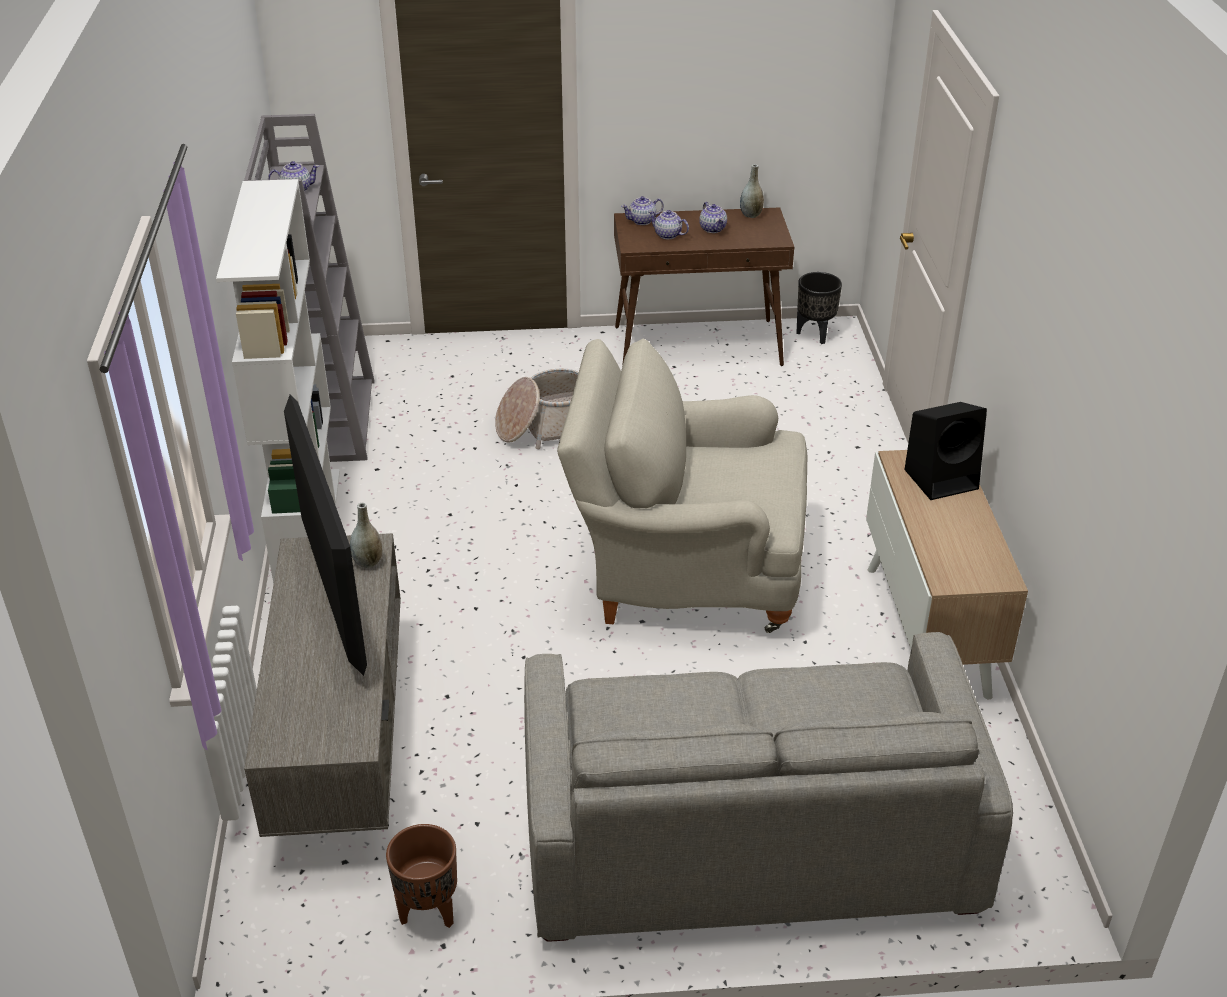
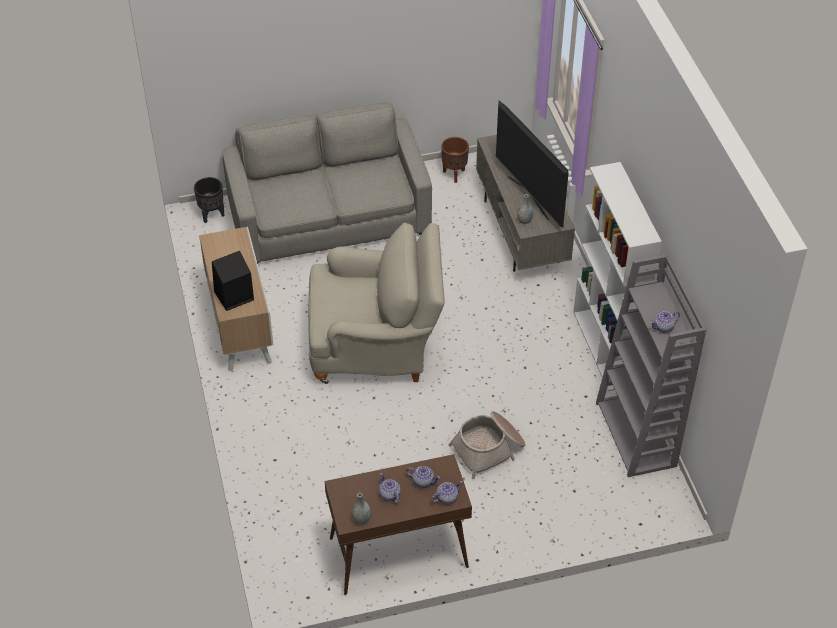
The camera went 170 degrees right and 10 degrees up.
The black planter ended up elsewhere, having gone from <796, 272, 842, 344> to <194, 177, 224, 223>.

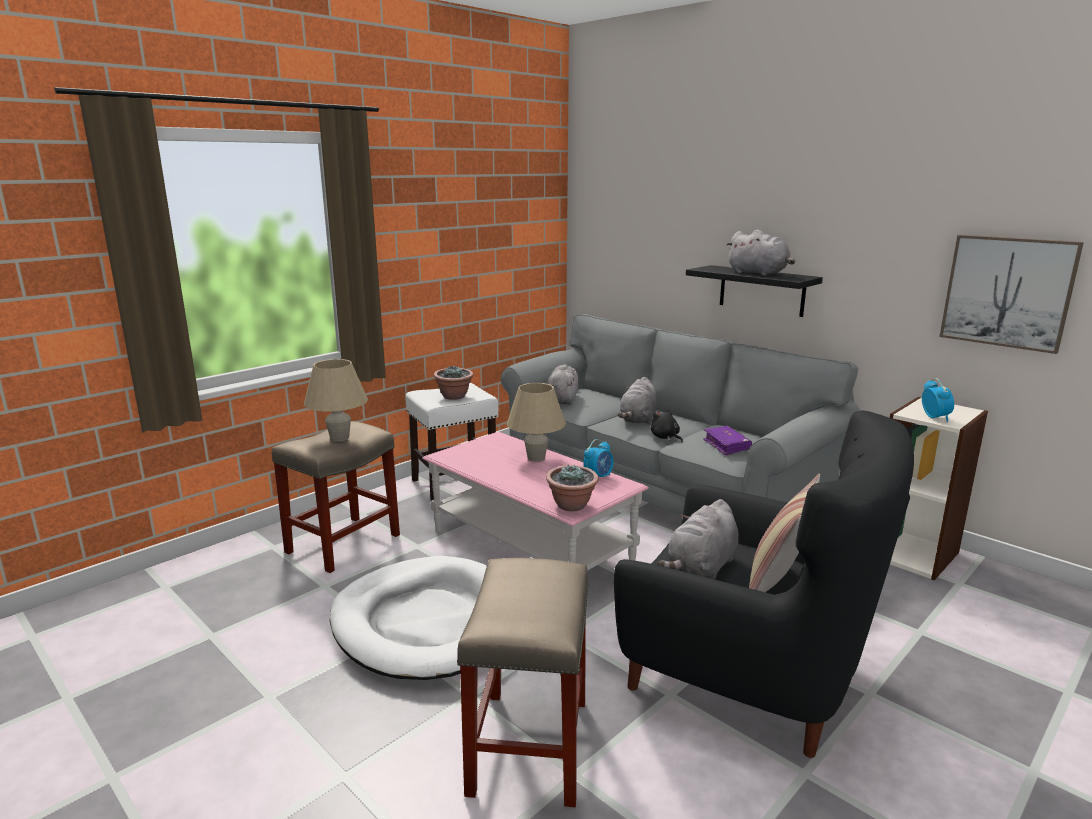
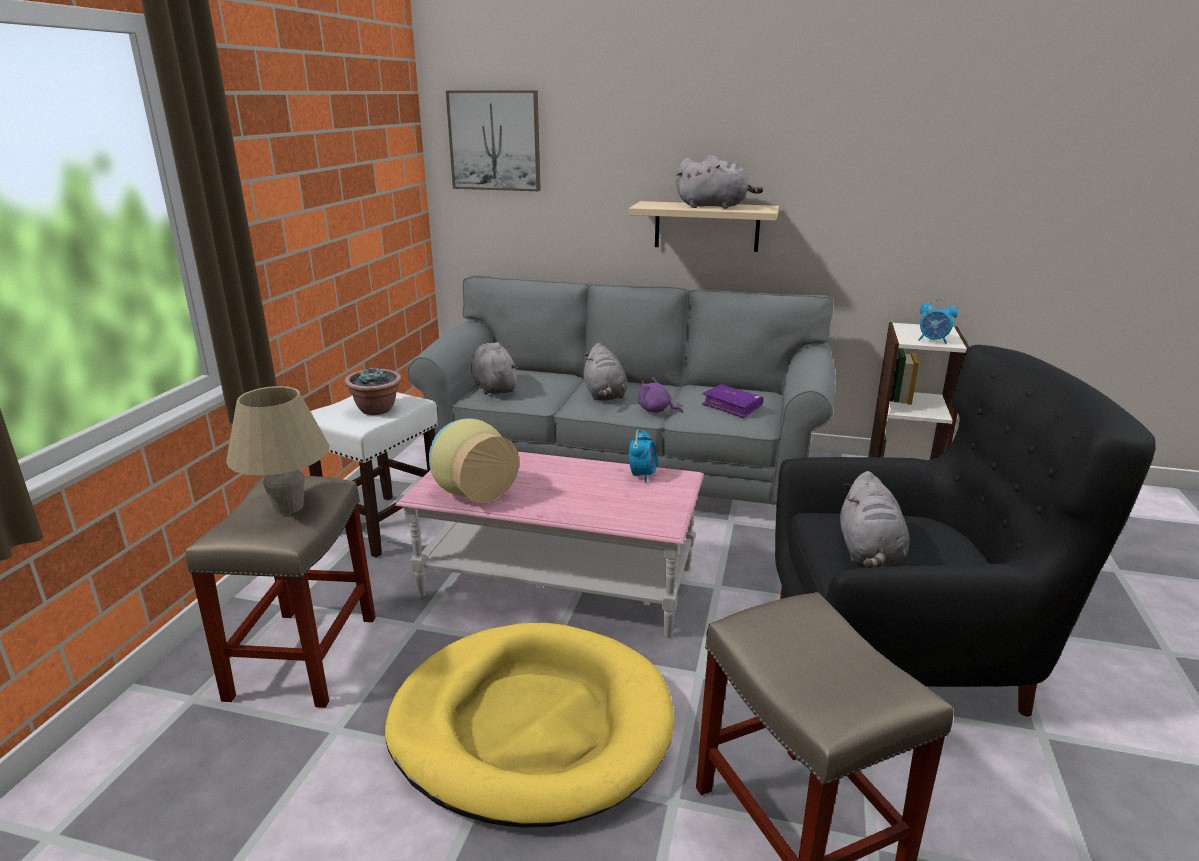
The camera went 30 degrees left and 5 degrees up.
The second view lost the beige table lamp at <507, 383, 566, 462>.
The second view lost the potted plant at <546, 465, 599, 511>.
The second view lost the pillow at <749, 474, 820, 592>.
The second view gained the vase at <429, 418, 519, 503>.
The picture ended up elsewhere, having gone from <939, 235, 1084, 354> to <446, 90, 541, 191>.
What was the white dog bed at <330, 556, 487, 680> turned into the yellow dog bed at <385, 623, 674, 828>.
What was the black plush toy at <650, 409, 683, 442> turned into the purple plush toy at <638, 377, 683, 414>.
What was the black shelf at <686, 265, 823, 317> turned into the beige shelf at <629, 201, 779, 252>.
The alarm clock at <922, 378, 954, 422> ended up facing another way, 150 degrees clockwise from before.

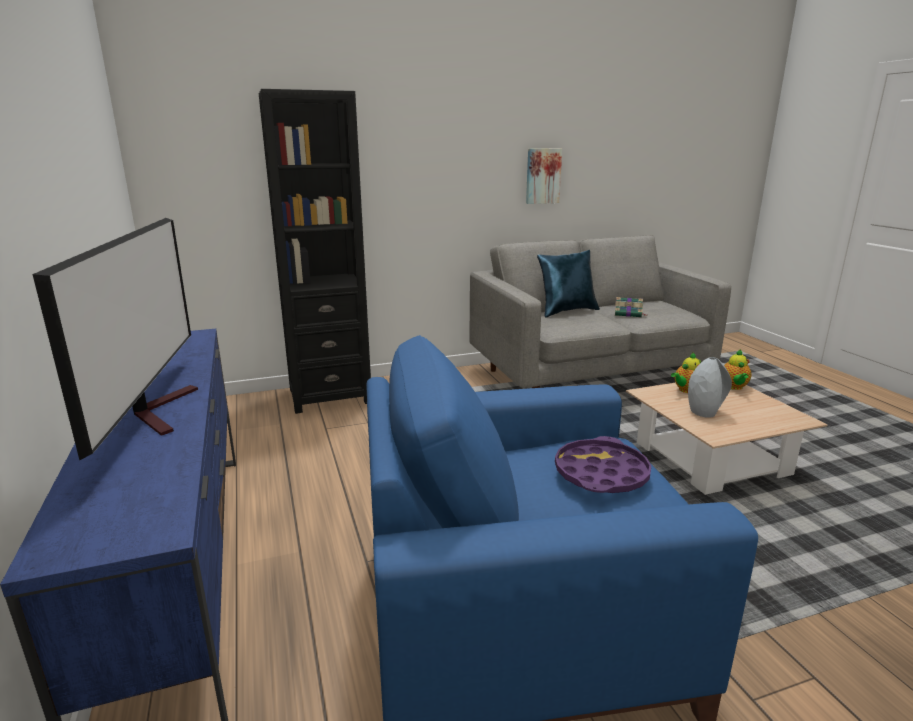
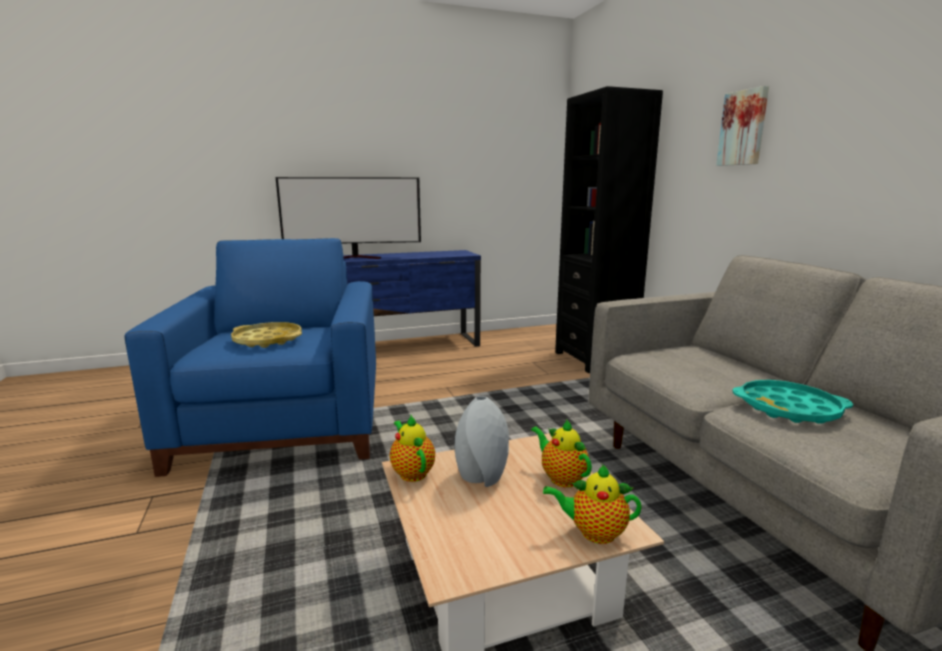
The camera went 90 degrees right and 5 degrees down.
The second view lost the blue pillow at <537, 250, 600, 318>.
The second view gained the teapot at <390, 415, 435, 482>.
The picture ended up elsewhere, having gone from <526, 148, 562, 204> to <716, 86, 769, 166>.
Where the book stood at <615, 297, 647, 318>, the turquoise tray came to stand at <732, 380, 853, 424>.
What was the purple tray at <555, 436, 651, 493> turned into the yellow tray at <231, 322, 302, 348>.

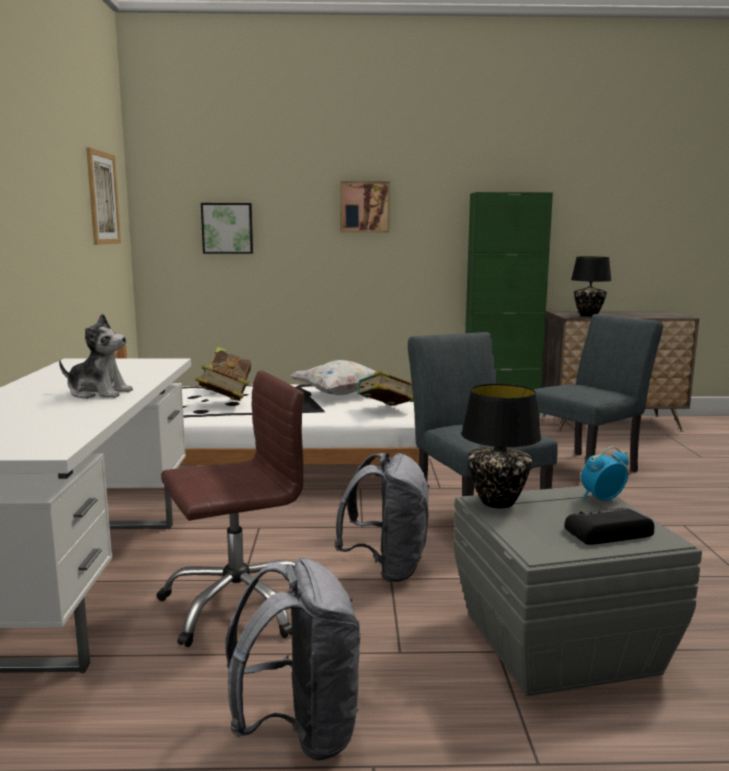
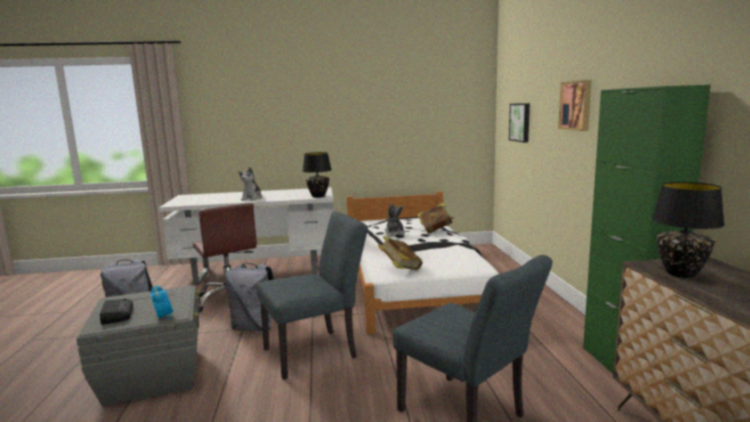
The camera went 85 degrees right and 0 degrees up.
The second view lost the picture at <86, 148, 121, 245>.
The second view lost the white pillow at <290, 360, 376, 395>.
The black table lamp ended up elsewhere, having gone from <461, 384, 541, 509> to <302, 152, 332, 198>.
Where the book stood at <195, 364, 249, 401>, the plush toy came to stand at <385, 203, 405, 237>.

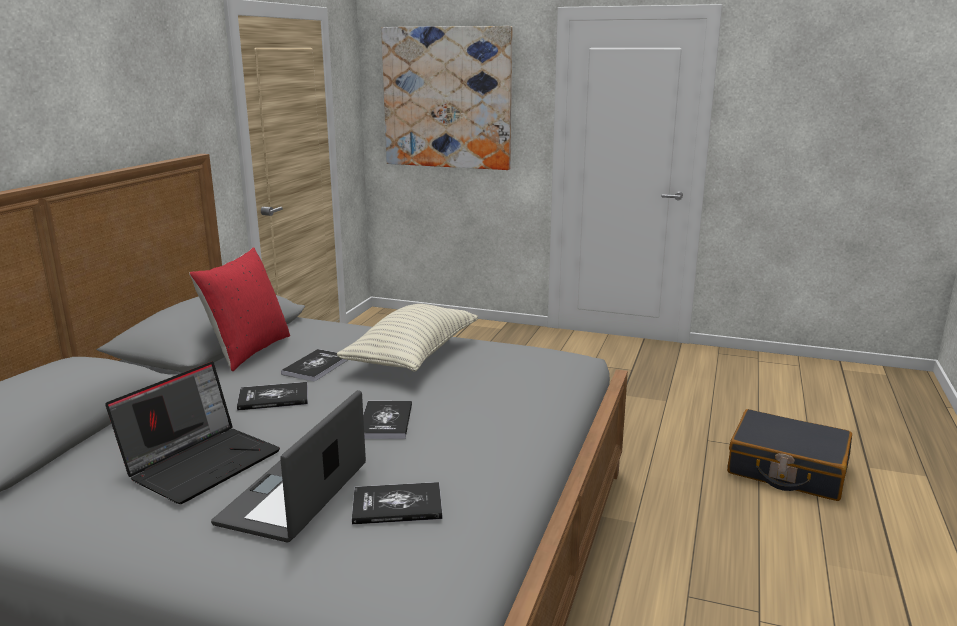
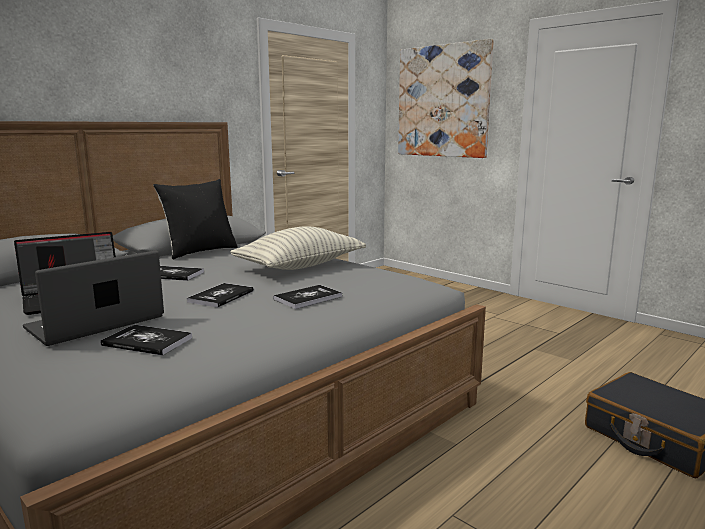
The camera went 25 degrees right and 5 degrees down.
The book ended up elsewhere, having gone from <281, 349, 348, 382> to <273, 285, 342, 309>.
What was the red pillow at <189, 247, 290, 371> turned into the black pillow at <153, 179, 238, 259>.

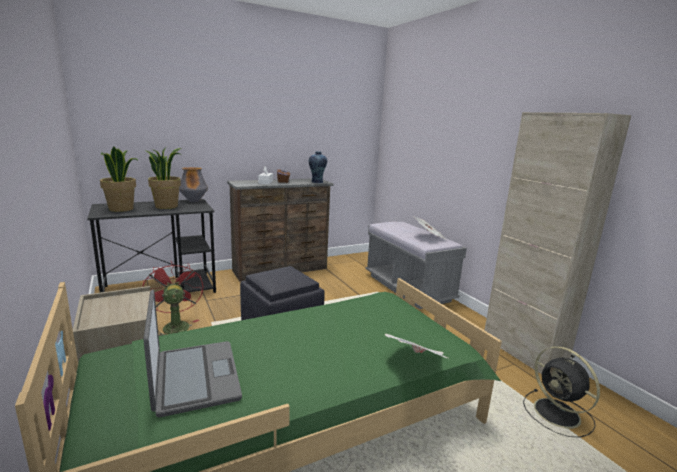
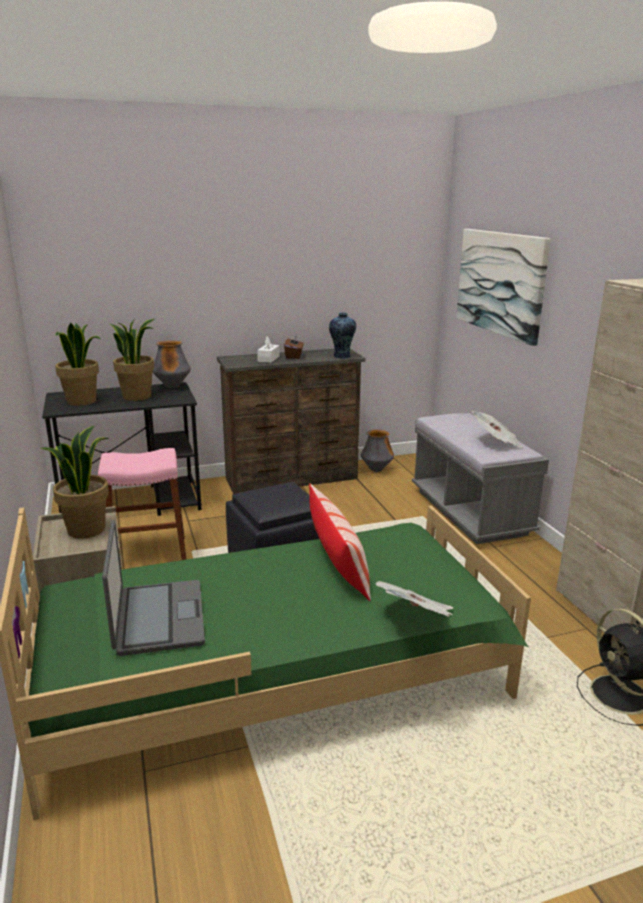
The camera went 10 degrees right and 5 degrees up.
The second view gained the potted plant at <40, 426, 109, 539>.
The second view gained the pillow at <309, 483, 371, 601>.
The second view gained the vase at <361, 429, 394, 472>.
The second view gained the picture at <456, 229, 551, 346>.
Where the red fan stood at <142, 262, 203, 336>, the pink stool came to stand at <98, 448, 186, 560>.

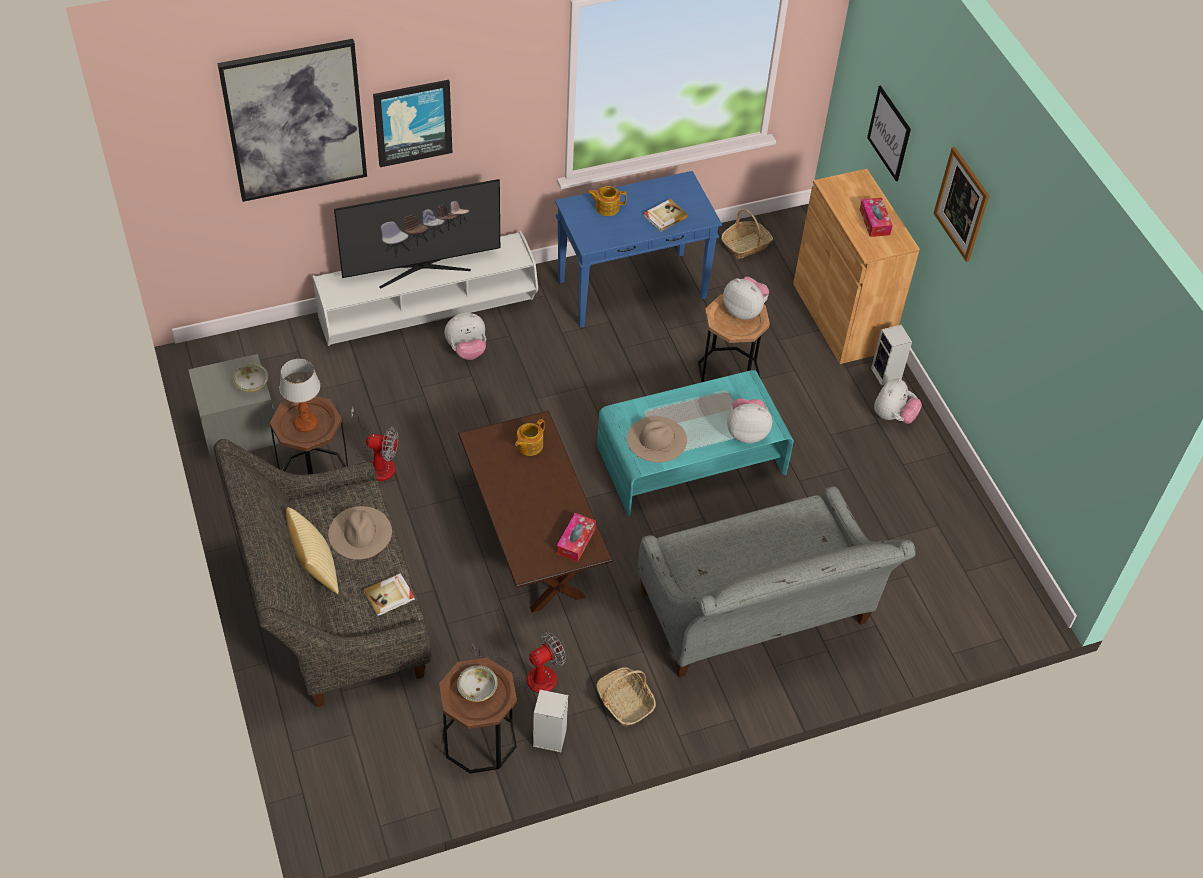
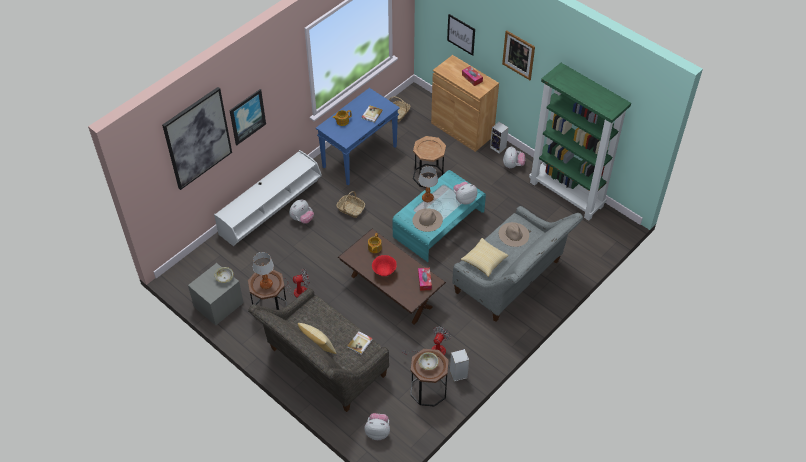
The camera went 25 degrees left and 0 degrees up.
The second view lost the television at <334, 179, 500, 289>.
The second view gained the red bowl at <372, 255, 397, 276>.
The second view gained the table lamp at <418, 166, 438, 202>.
The second view gained the pillow at <461, 238, 509, 277>.
The second view gained the green bookcase at <529, 63, 631, 221>.
The beige hat ended up elsewhere, having gone from <328, 506, 392, 560> to <499, 222, 529, 247>.
The basket ended up elsewhere, having gone from <596, 667, 656, 727> to <336, 191, 365, 218>.
The plush toy ended up elsewhere, having gone from <723, 277, 769, 320> to <364, 413, 390, 440>.

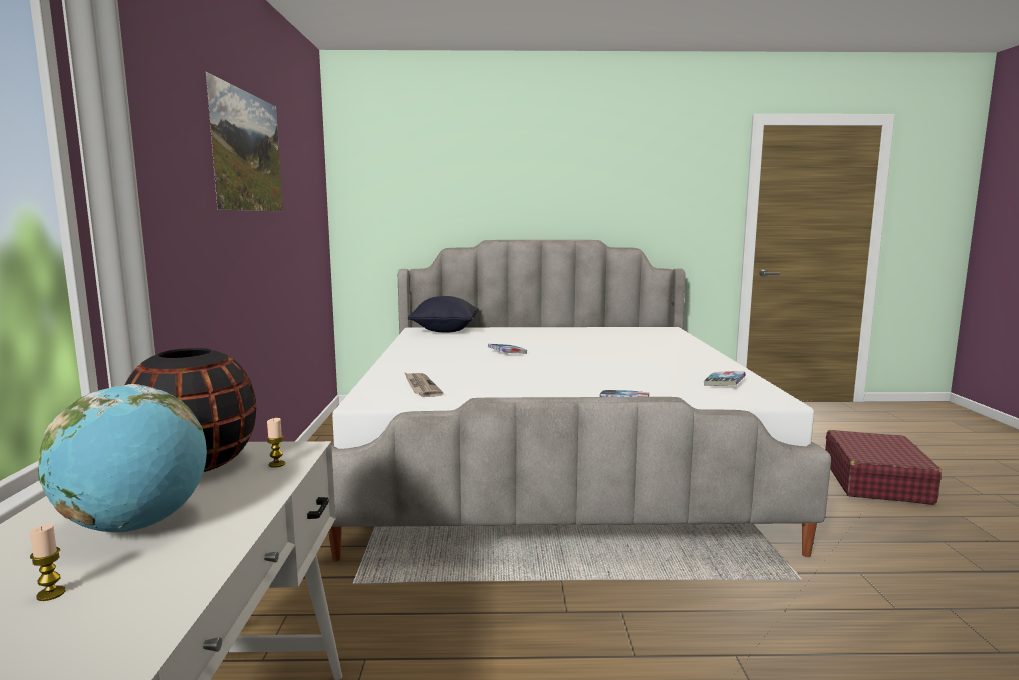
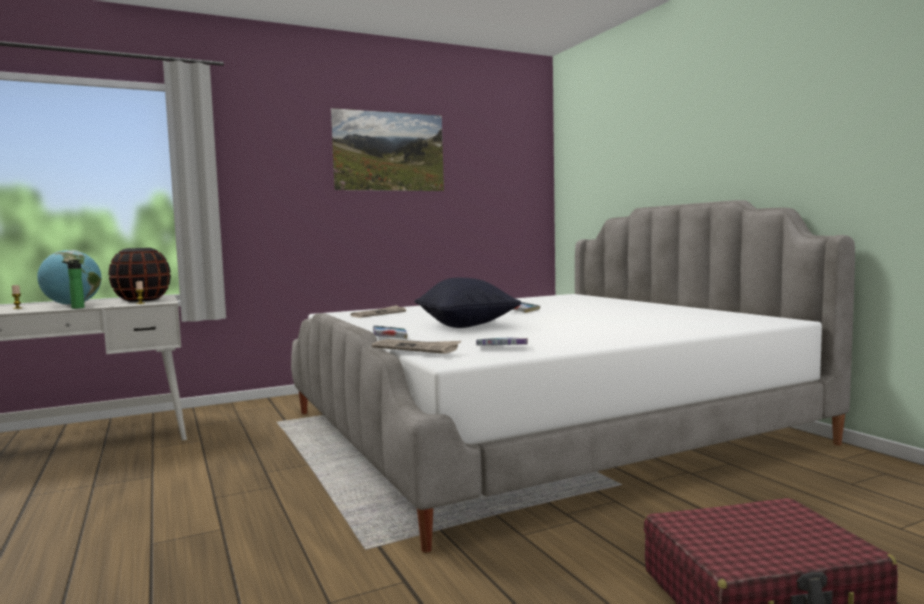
The camera went 65 degrees right and 5 degrees down.
The second view gained the bottle at <62, 260, 85, 309>.
The second view gained the newspaper at <372, 339, 461, 354>.
The black pillow ended up elsewhere, having gone from <408, 296, 479, 333> to <415, 278, 521, 328>.

